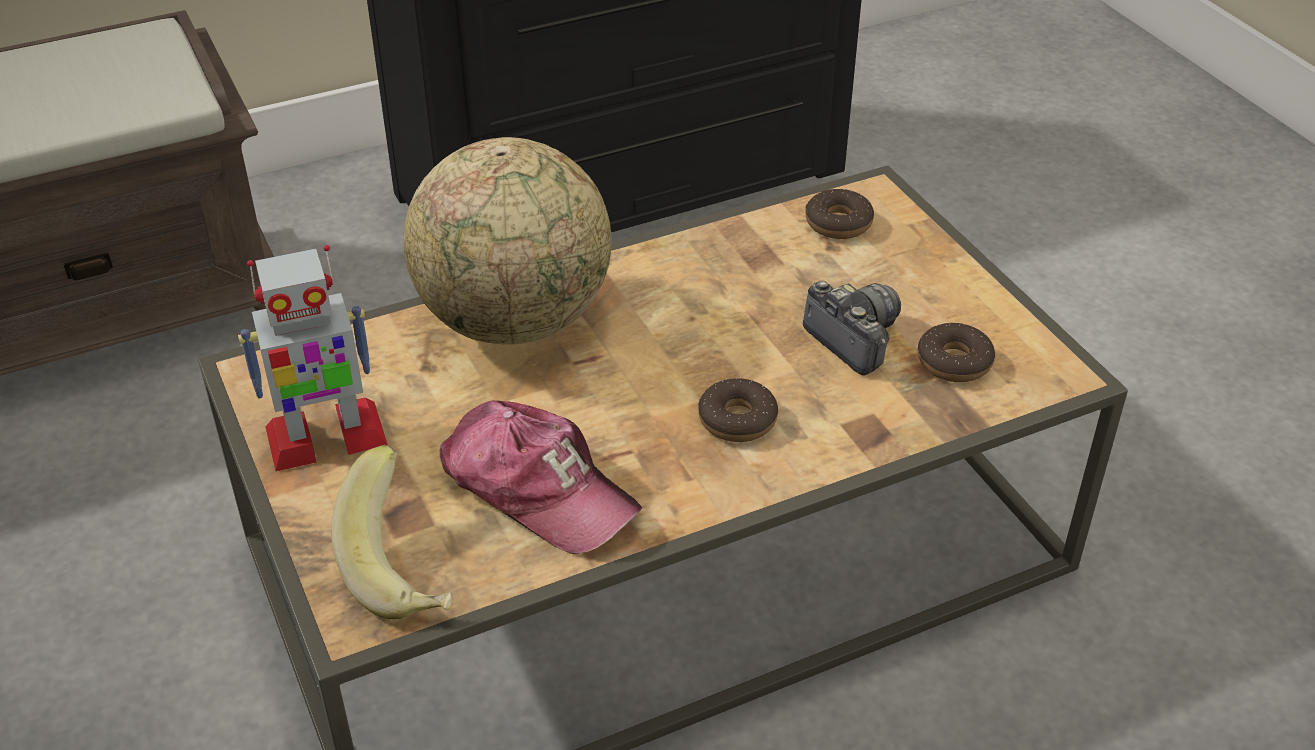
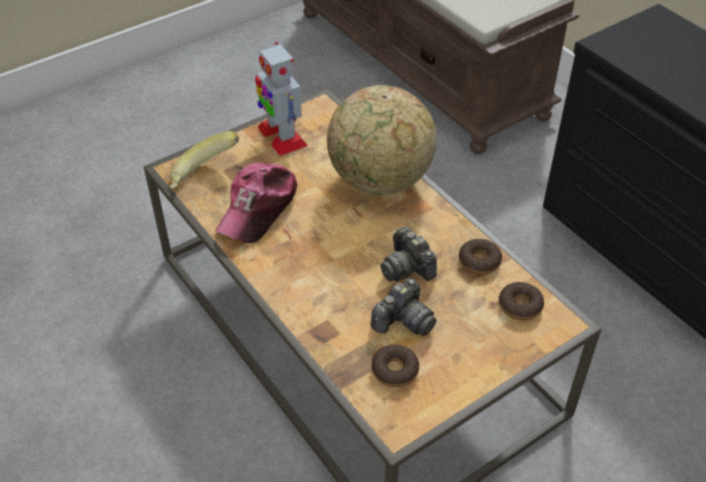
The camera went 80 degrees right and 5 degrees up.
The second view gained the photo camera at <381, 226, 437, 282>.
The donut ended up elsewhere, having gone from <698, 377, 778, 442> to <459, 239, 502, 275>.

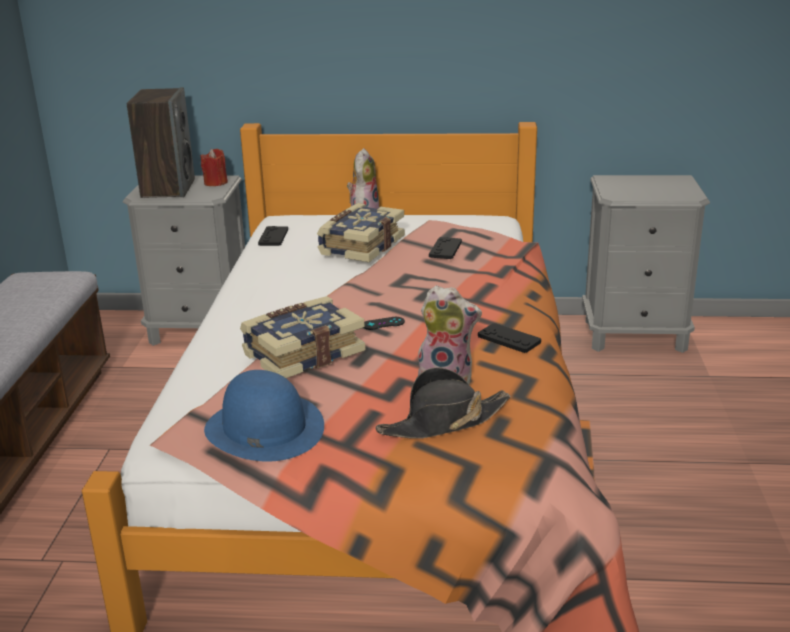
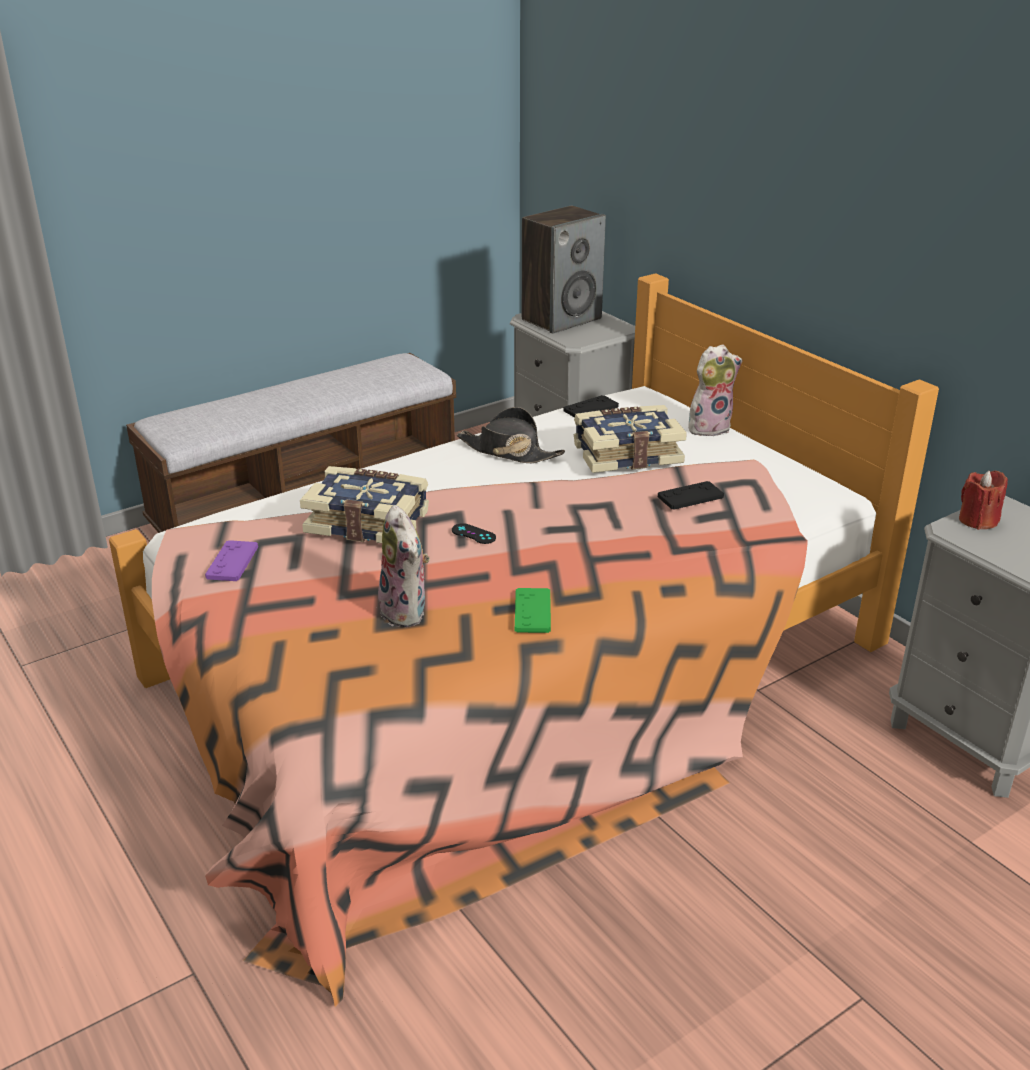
The camera went 50 degrees right and 5 degrees up.
The red candle ended up elsewhere, having gone from <201, 149, 228, 186> to <959, 470, 1008, 530>.
The black hat ended up elsewhere, having gone from <375, 367, 511, 439> to <457, 407, 565, 463>.
Where the blue hat stood at <204, 370, 324, 462>, the purple game controller came to stand at <205, 540, 258, 581>.
What was the black game controller at <478, 323, 541, 353> turned into the green game controller at <515, 588, 551, 633>.

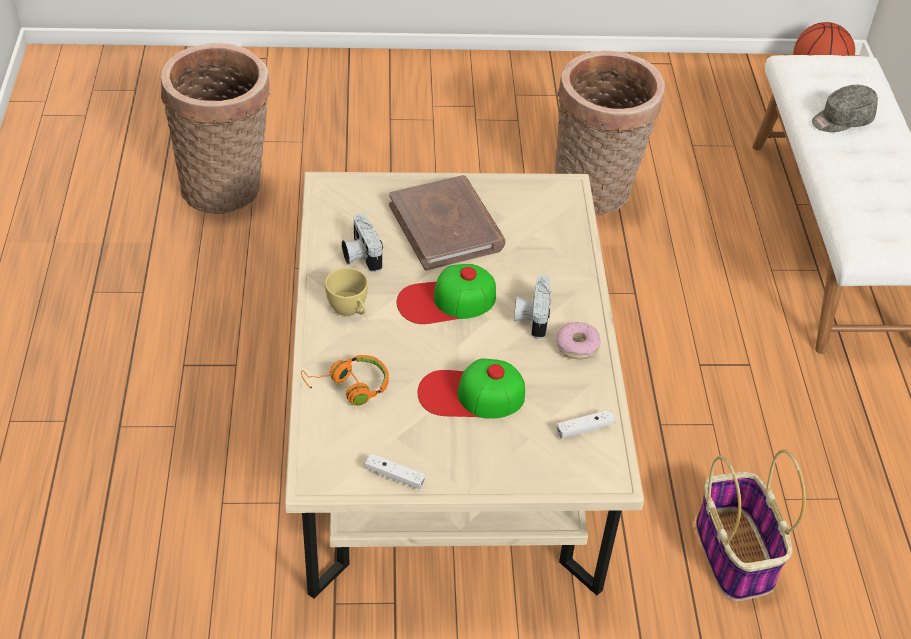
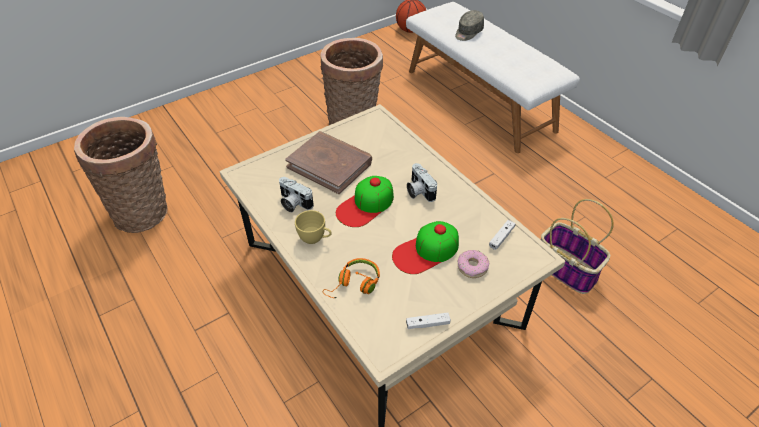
The camera went 30 degrees left and 0 degrees up.
The donut ended up elsewhere, having gone from <556, 322, 601, 359> to <457, 250, 489, 278>.

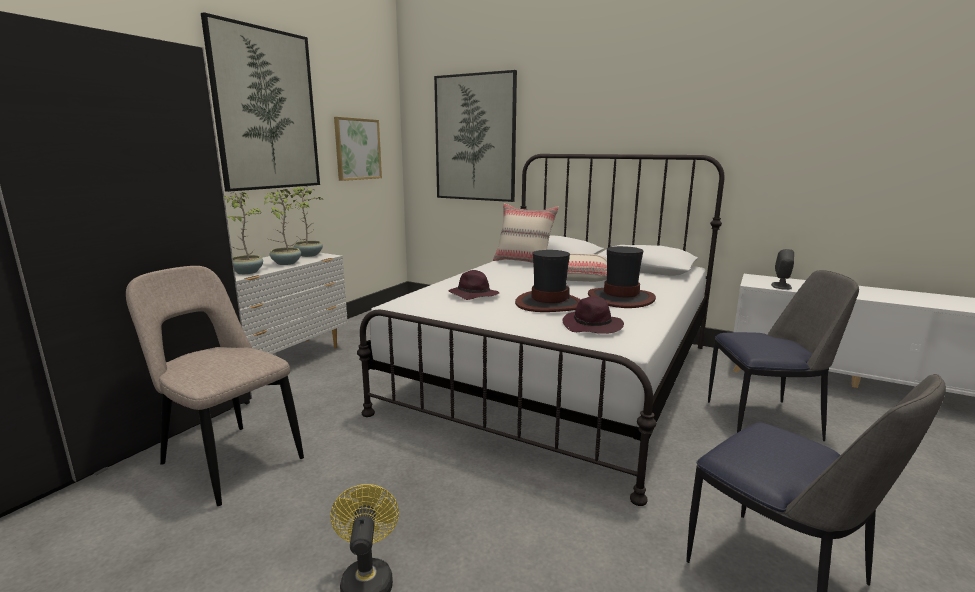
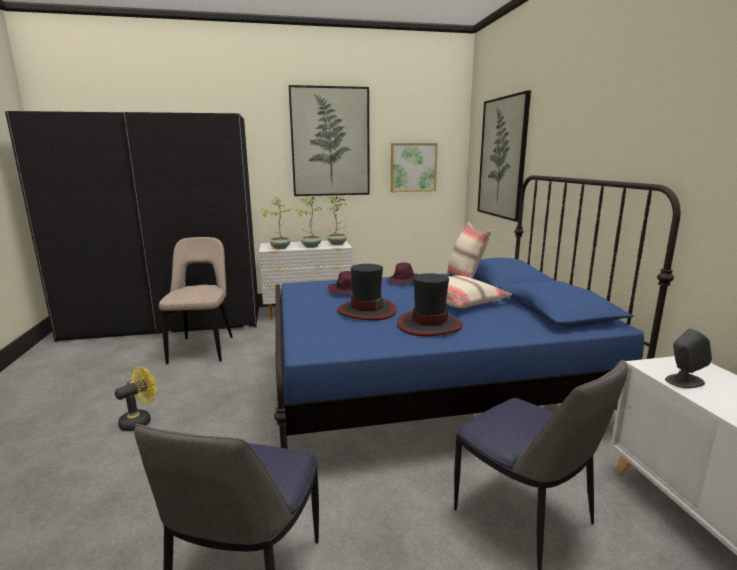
The camera went 50 degrees right and 0 degrees up.
The purple hat ended up elsewhere, having gone from <562, 296, 624, 334> to <387, 262, 418, 284>.
What was the white bed at <357, 154, 725, 506> turned into the blue bed at <274, 175, 681, 449>.

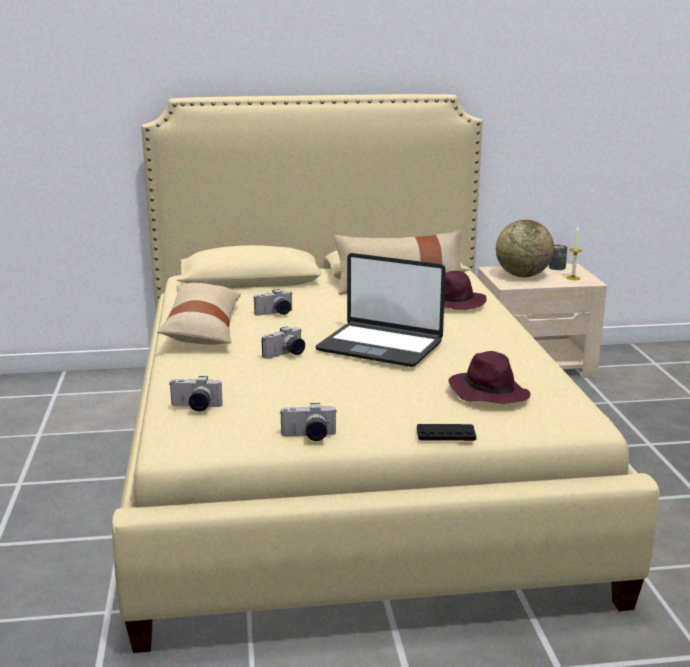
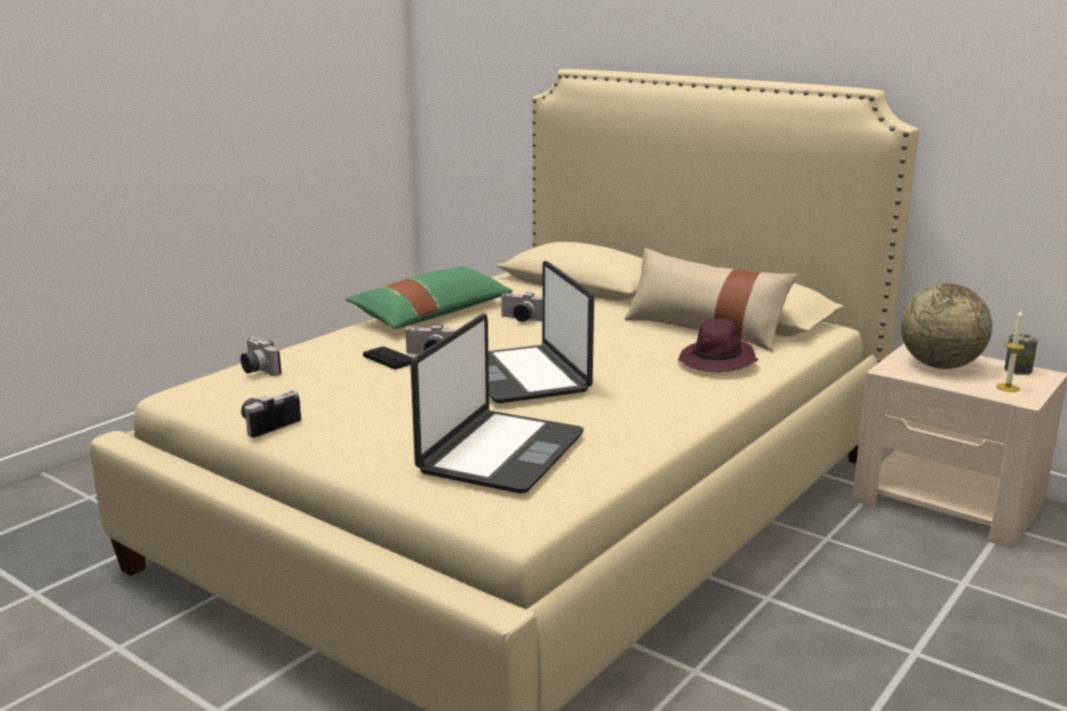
The camera went 45 degrees right and 0 degrees up.
The black game controller ended up elsewhere, having gone from <417, 424, 476, 441> to <363, 346, 413, 369>.
Where the purple hat stood at <449, 351, 530, 403>, the laptop came to stand at <411, 314, 584, 493>.
What was the beige pillow at <157, 283, 241, 345> turned into the green pillow at <345, 266, 513, 329>.
The photo camera at <280, 403, 336, 441> ended up facing another way, 90 degrees clockwise from before.

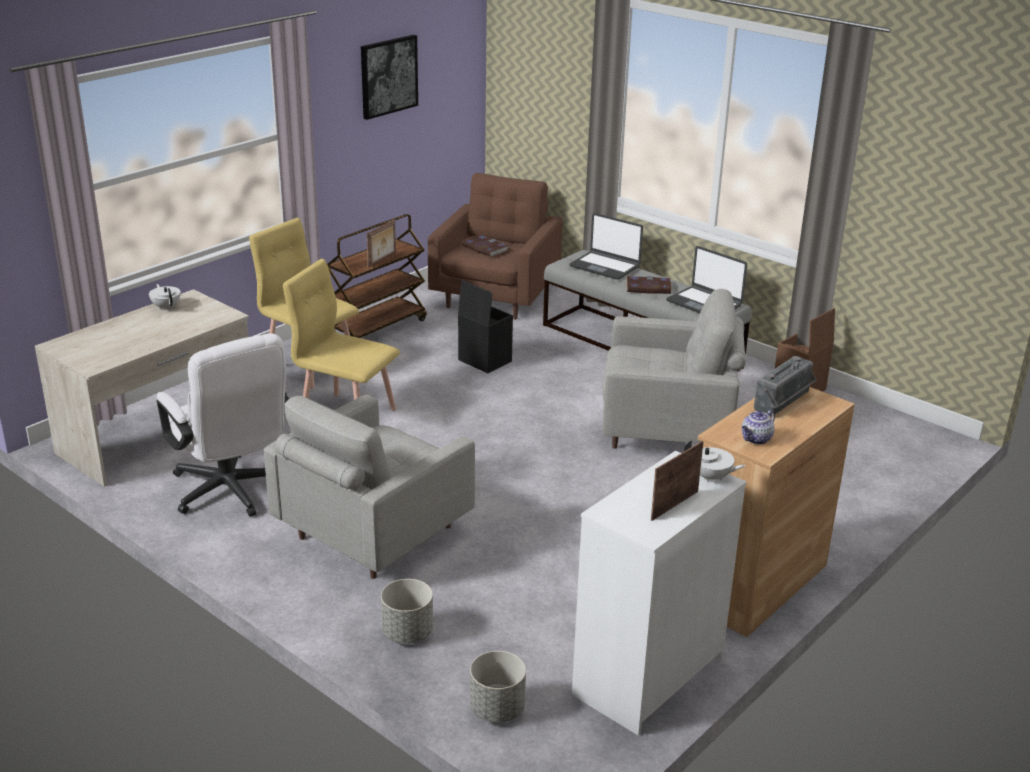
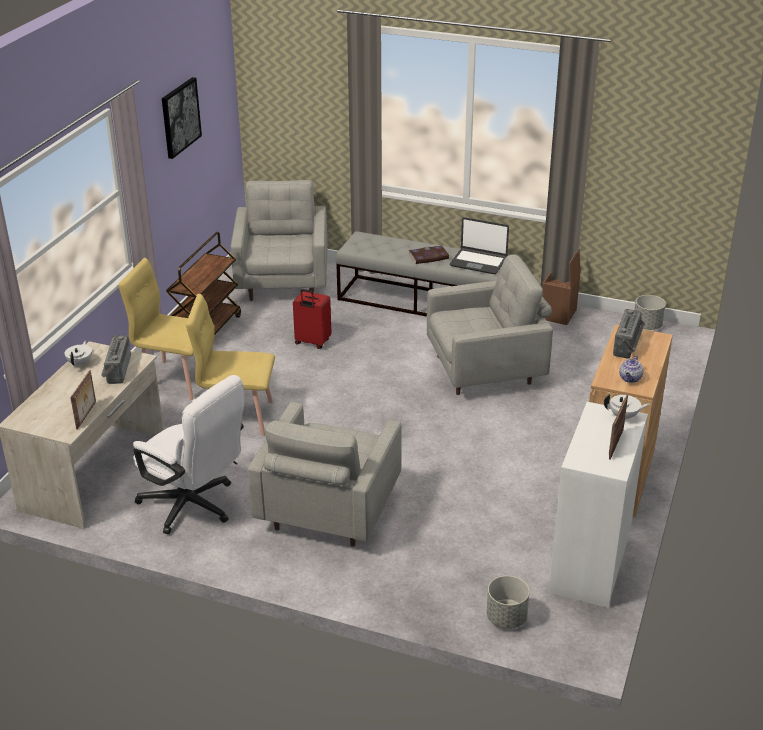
The camera went 20 degrees left and 5 degrees up.
The second view lost the book at <462, 234, 508, 257>.
The second view lost the laptop at <569, 213, 643, 280>.
The second view gained the radio at <101, 335, 131, 384>.
The picture frame ended up elsewhere, having gone from <367, 219, 396, 268> to <70, 370, 96, 430>.
The grey planter ended up elsewhere, having gone from <381, 579, 433, 644> to <635, 295, 666, 330>.
Where the black storage box stood at <458, 280, 513, 373>, the red suitcase came to stand at <293, 289, 332, 349>.
What was the brown armchair at <428, 173, 563, 320> turned into the grey armchair at <231, 180, 328, 301>.
The white teapot at <149, 284, 181, 310> ended up facing another way, 60 degrees clockwise from before.

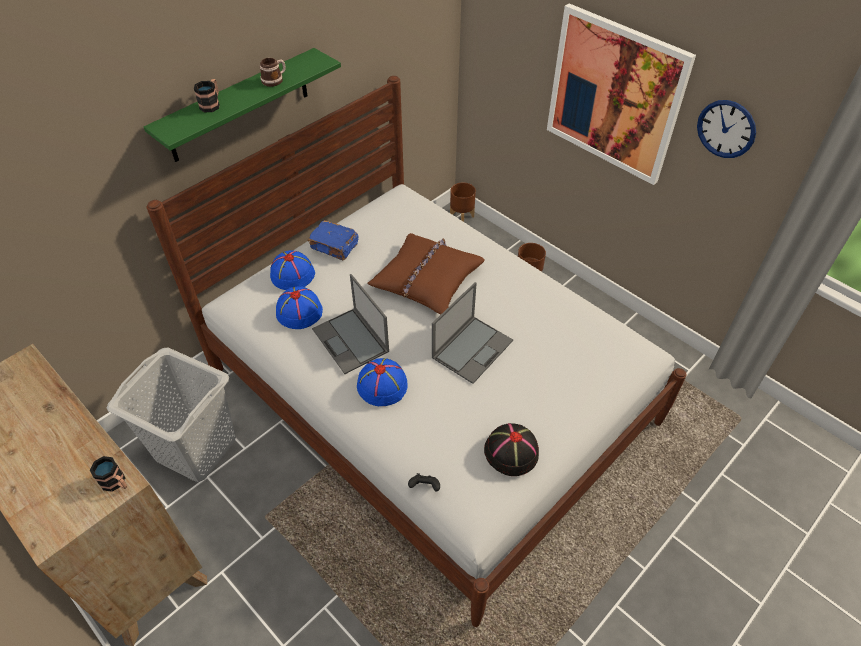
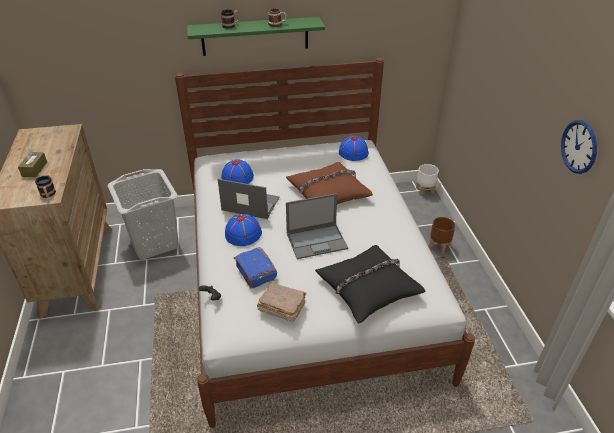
The camera went 35 degrees right and 10 degrees down.
The second view lost the picture at <547, 3, 696, 185>.
The second view gained the brown tissue box at <18, 148, 47, 177>.
The second view gained the black pillow at <315, 245, 426, 324>.
The blue hat ended up elsewhere, having gone from <270, 250, 315, 290> to <339, 136, 369, 161>.
The blue book ended up elsewhere, having gone from <307, 220, 358, 261> to <234, 247, 277, 288>.
Where the black hat stood at <484, 423, 539, 476>, the brown book came to stand at <257, 282, 306, 322>.
What was the brown planter at <450, 182, 476, 222> turned into the white planter at <416, 164, 439, 196>.
The laptop at <312, 274, 389, 374> ended up facing another way, 105 degrees clockwise from before.

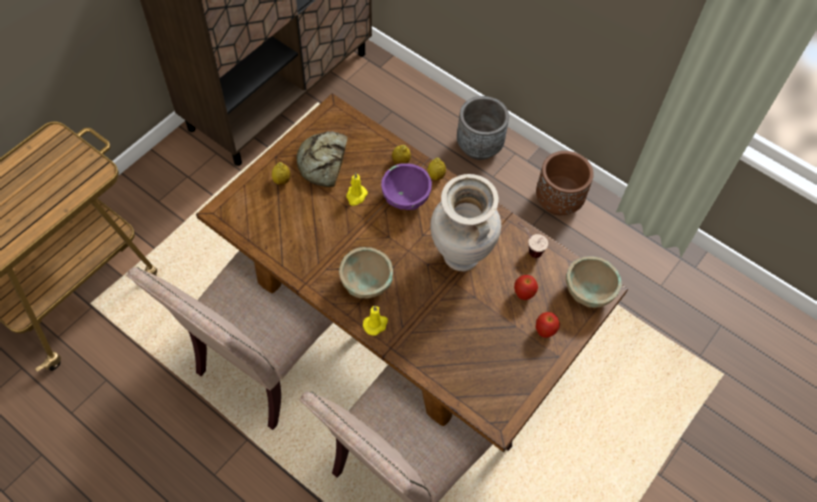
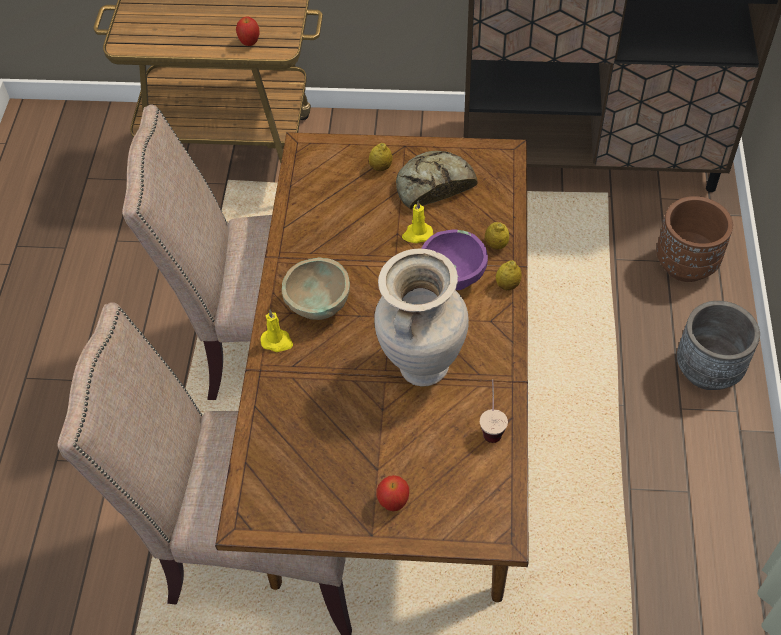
The camera went 60 degrees right and 5 degrees down.
The second view lost the beige bowl at <566, 256, 622, 308>.
The apple ended up elsewhere, having gone from <514, 275, 538, 300> to <236, 16, 260, 46>.
The brown planter ended up elsewhere, having gone from <536, 151, 594, 215> to <656, 196, 733, 282>.

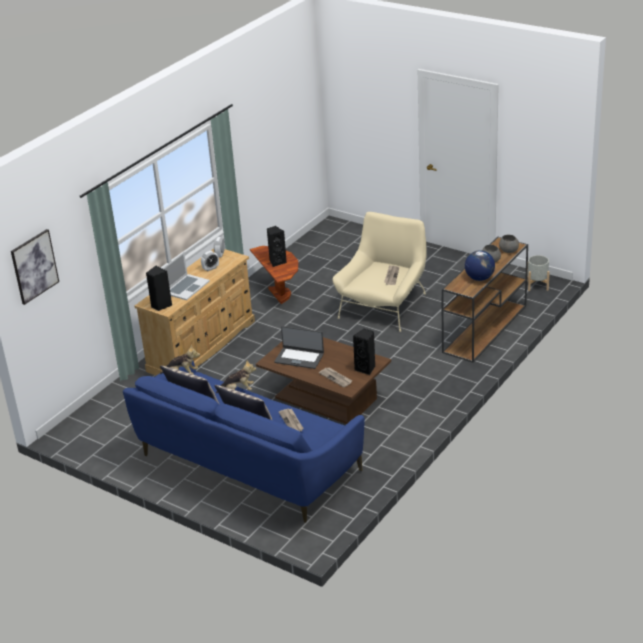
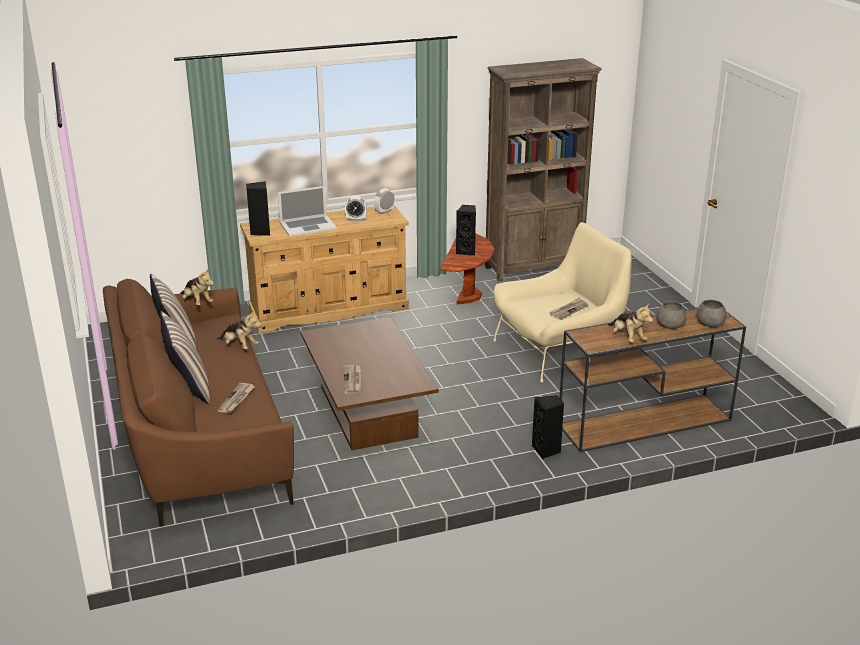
The camera went 35 degrees right and 5 degrees down.
The second view lost the picture at <11, 229, 59, 305>.
The second view lost the laptop at <274, 326, 324, 369>.
The second view lost the grey planter at <527, 255, 550, 291>.
The second view gained the brown bookcase at <485, 58, 602, 282>.
The black speaker ended up elsewhere, having gone from <353, 329, 375, 375> to <532, 395, 564, 459>.
Where the globe stood at <465, 251, 495, 281>, the plush toy came to stand at <608, 303, 653, 342>.
What was the blue sofa at <123, 361, 365, 523> turned into the brown sofa at <103, 279, 294, 526>.

